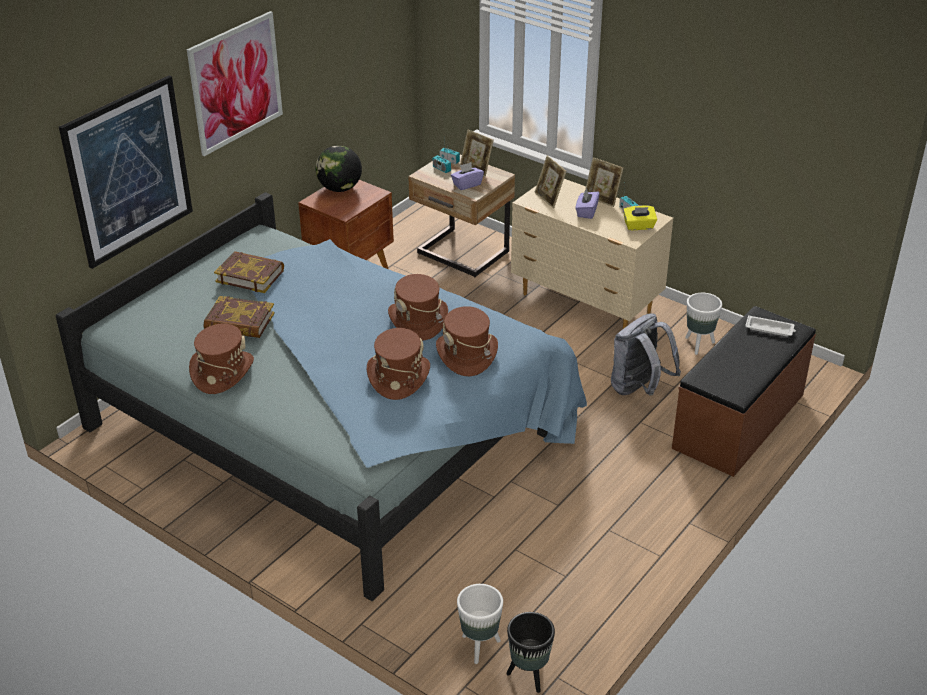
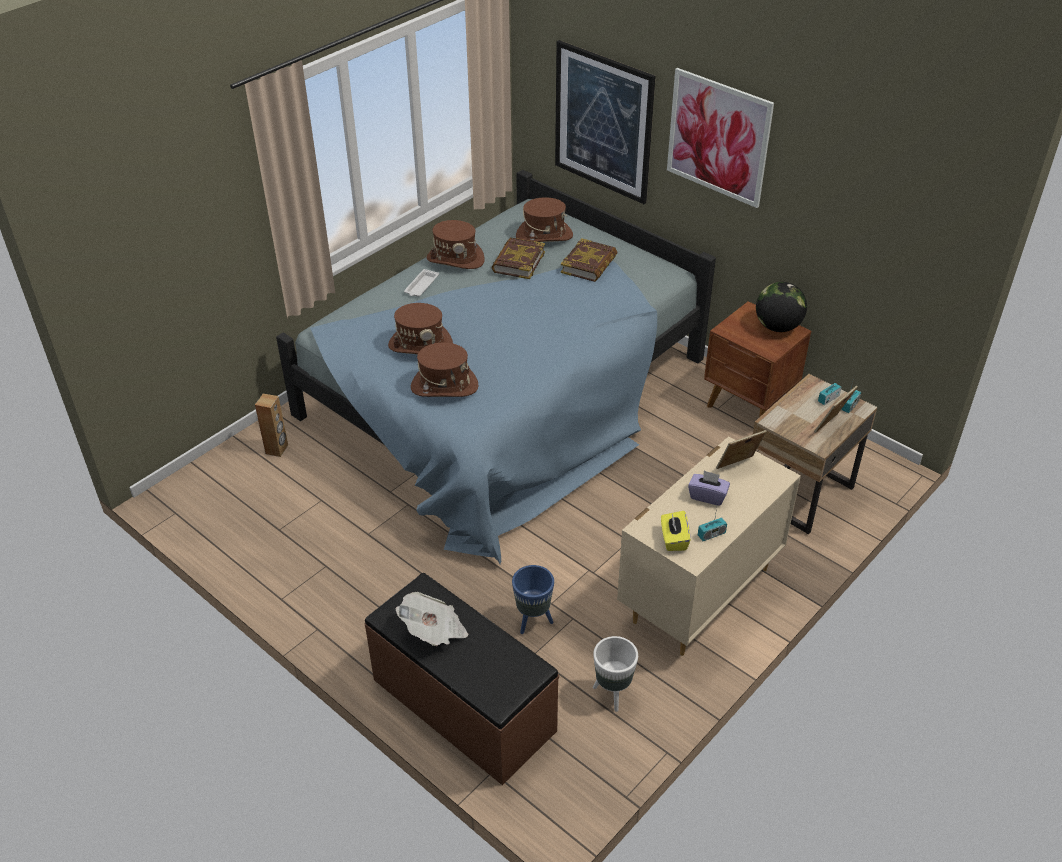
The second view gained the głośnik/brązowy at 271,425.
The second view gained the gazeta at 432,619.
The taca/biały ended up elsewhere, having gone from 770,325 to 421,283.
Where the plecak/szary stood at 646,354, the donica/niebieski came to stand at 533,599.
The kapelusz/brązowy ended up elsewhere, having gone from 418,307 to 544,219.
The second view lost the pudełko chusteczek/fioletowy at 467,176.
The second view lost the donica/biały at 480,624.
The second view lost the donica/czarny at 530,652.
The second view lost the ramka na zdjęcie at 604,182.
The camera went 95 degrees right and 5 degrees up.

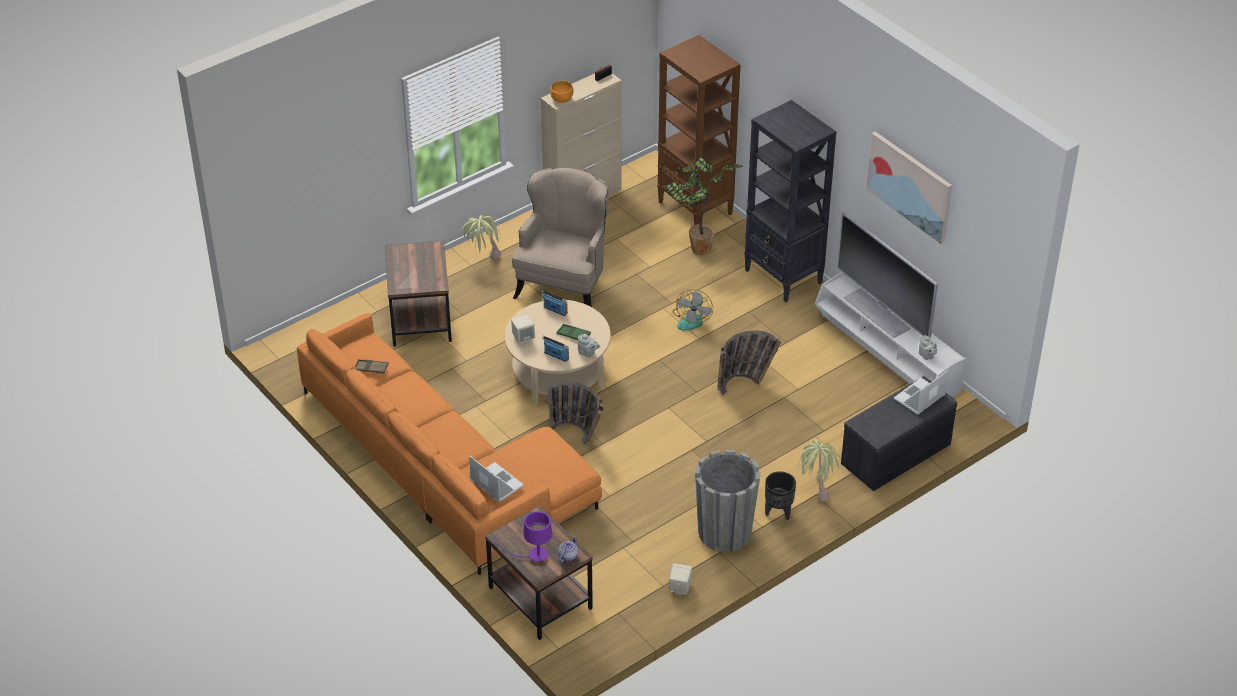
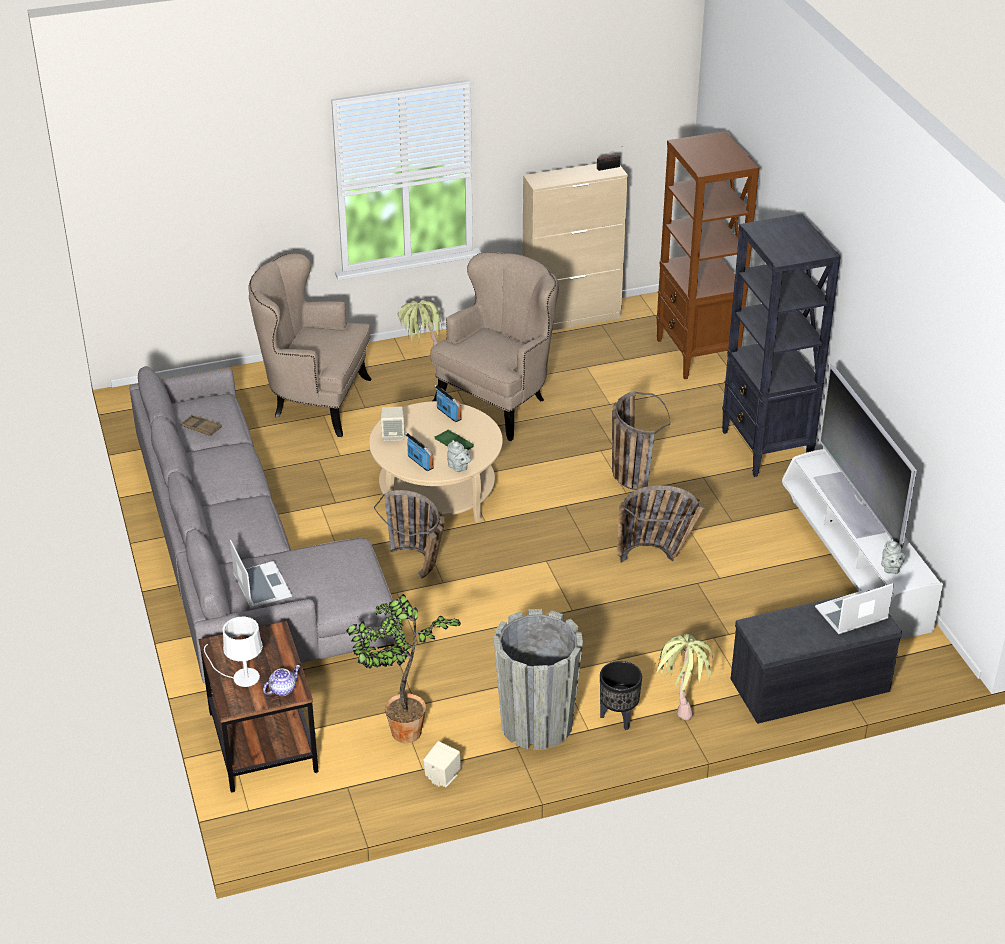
What was the kanapa/pomarańczowy at 449,444 turned into the kanapa/szary at 263,524.
What was the lampa stołowa/fioletowy at 523,536 turned into the lampa stołowa/biały at 233,652.
Where the stolik/brązowy stood at 418,294, the fotel/beżowy came to stand at 310,345.
The roślina doniczkowa ended up elsewhere, having gone from 704,206 to 403,668.
Where the wentylator stood at 692,310, the koszyk came to stand at 641,440.
The second view lost the miska/pomarańczowy at 562,92.
The second view lost the obraz at 909,188.
The camera went 20 degrees right and 5 degrees down.

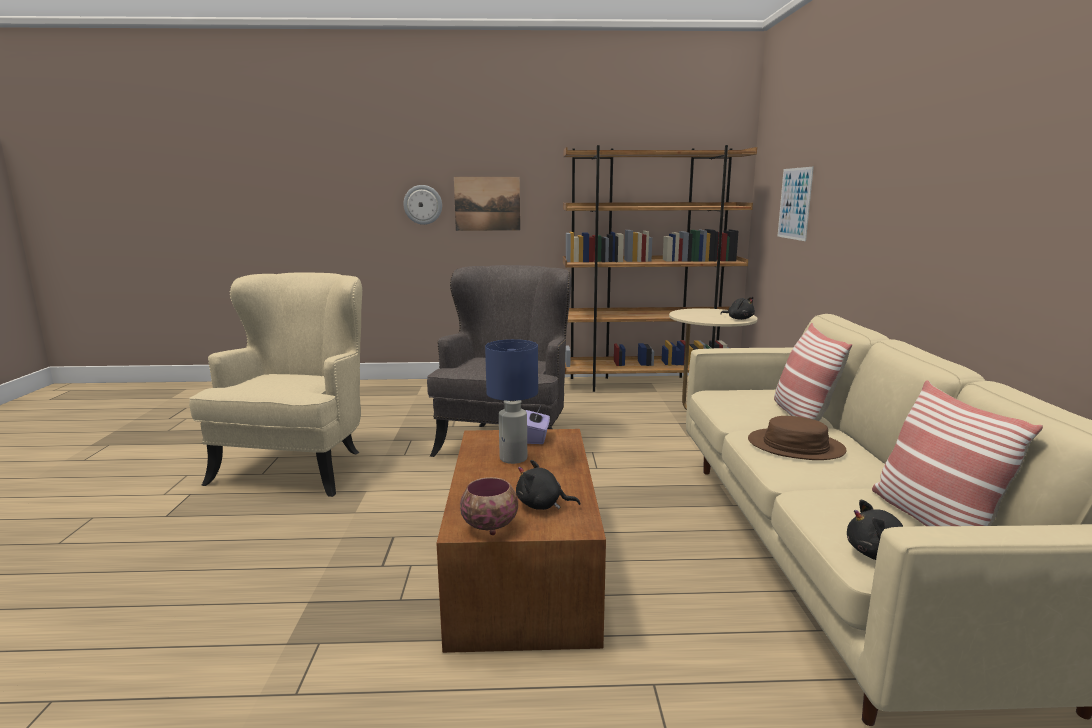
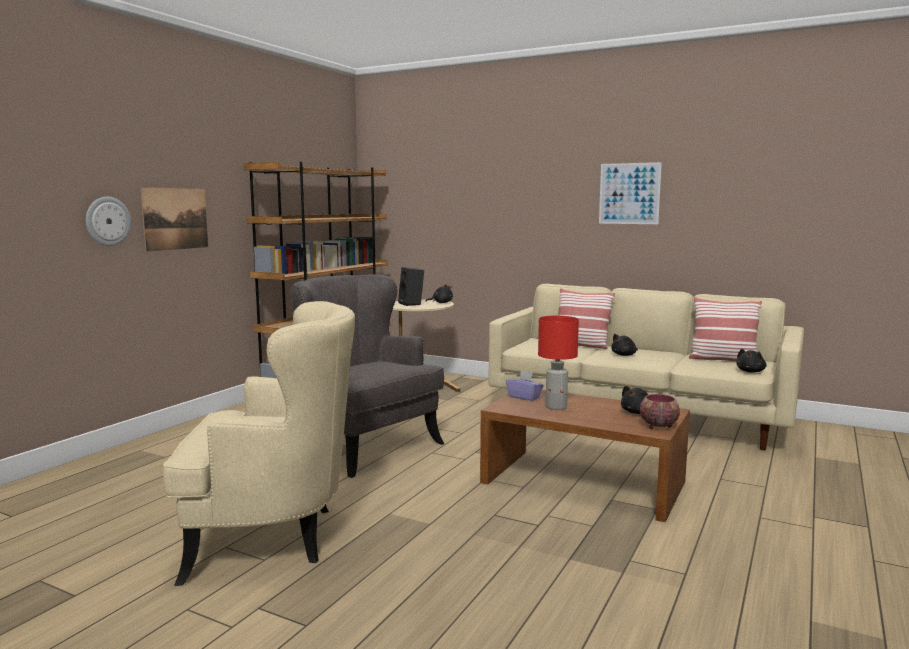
The fotel/beżowy at 275,385 ended up facing another way, 135 degrees clockwise from before.
The second view gained the głośnik/czarny at 411,286.
What was the lampa stołowa/niebieski at 511,401 turned into the lampa stołowa/czerwony at 558,363.
The obraz ended up elsewhere, having gone from 796,204 to 630,193.
Where the kapelusz/brązowy stood at 797,438, the pluszak/czarny came to stand at 624,345.
The camera went 60 degrees left and 5 degrees down.

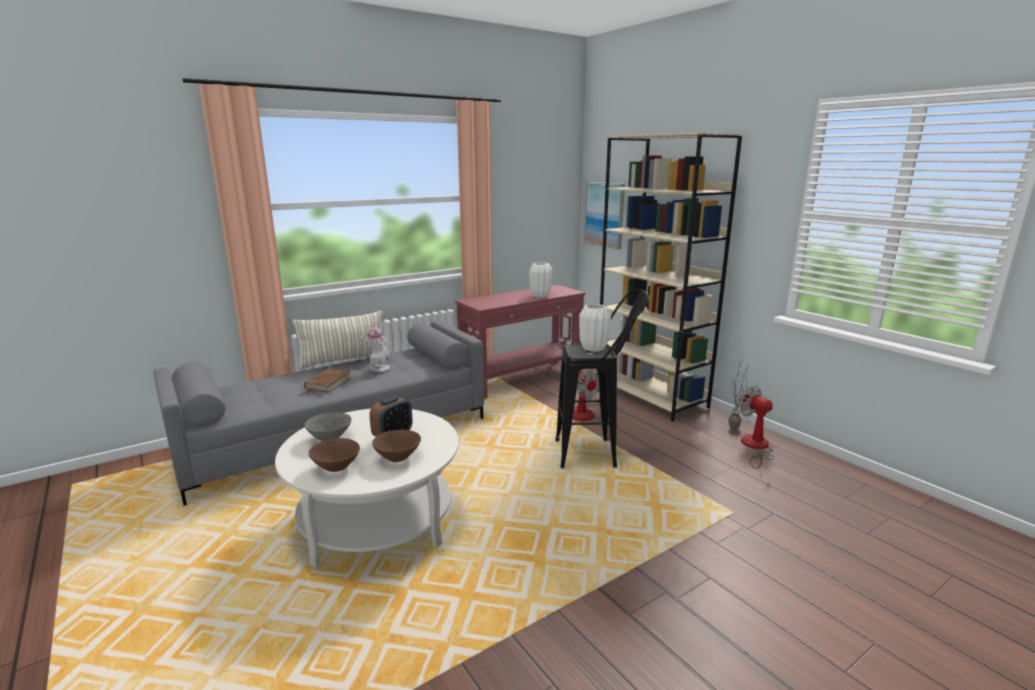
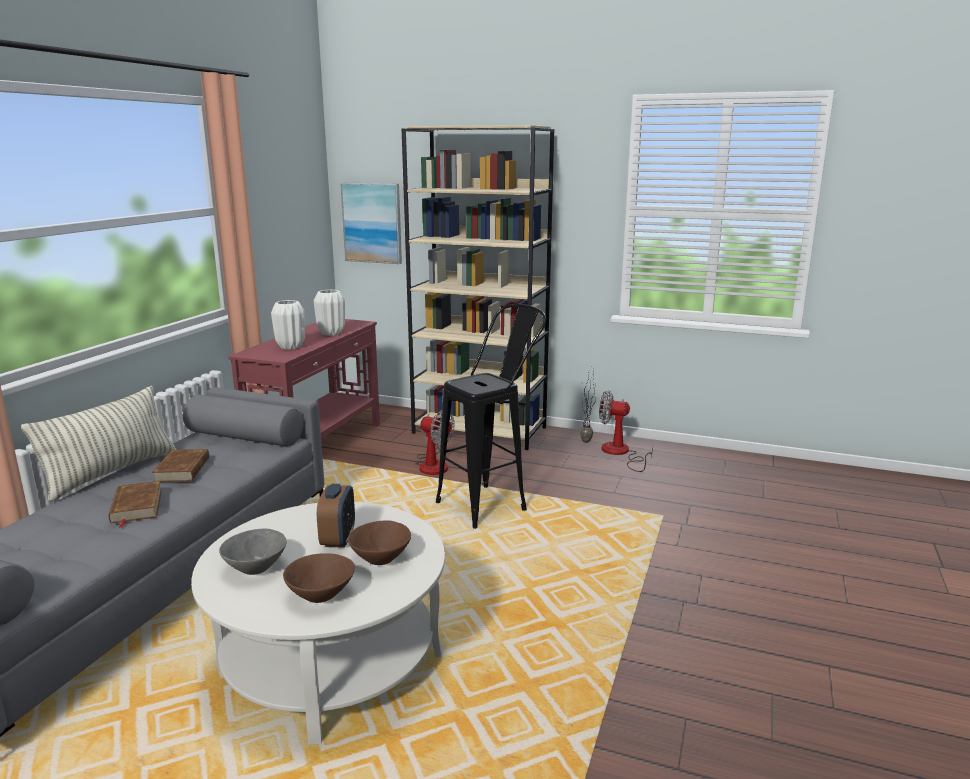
Where the kapelusz stood at 375,349, the książka/brązowy came to stand at 180,465.
The wazon/biały ended up elsewhere, having gone from 595,328 to 288,325.
The camera went 35 degrees left and 0 degrees up.

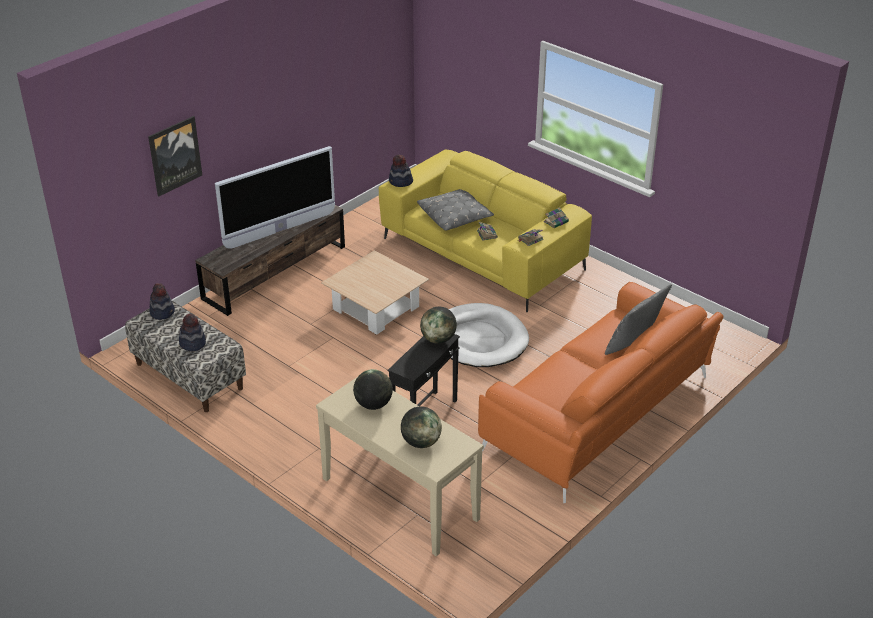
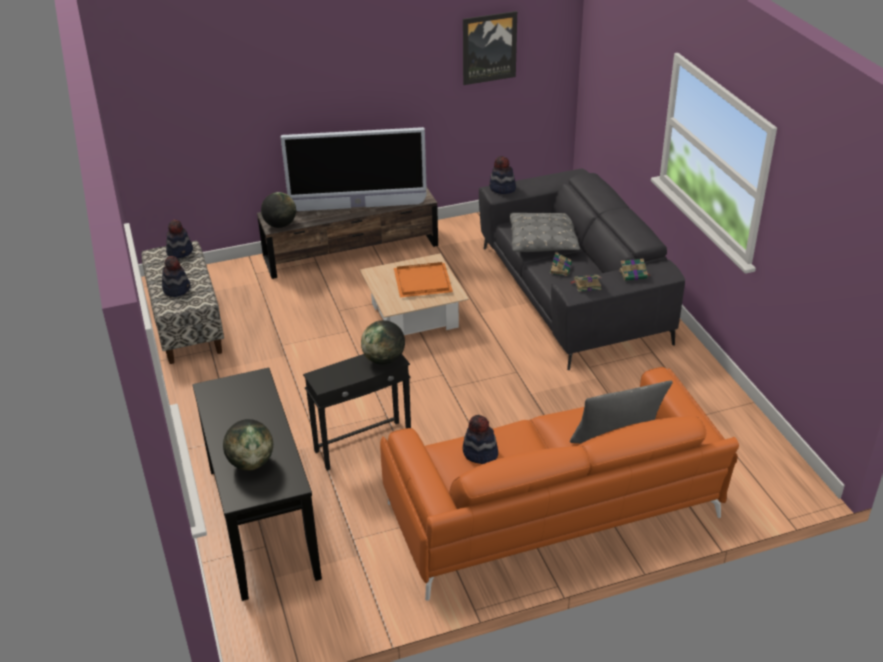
What was the stolik konsolowy/beżowy at 400,467 turned into the stolik konsolowy/czarny at 257,484.
The globus ended up elsewhere, having gone from 373,389 to 278,210.
The second view gained the taca/pomarańczowy at 423,279.
The obraz ended up elsewhere, having gone from 175,156 to 490,48.
The second view gained the kapelusz at 480,439.
What was the kanapa/żółty at 485,231 turned into the kanapa/szary at 582,269.
The second view lost the legowisko/biały at 489,335.
The camera went 30 degrees right and 0 degrees up.

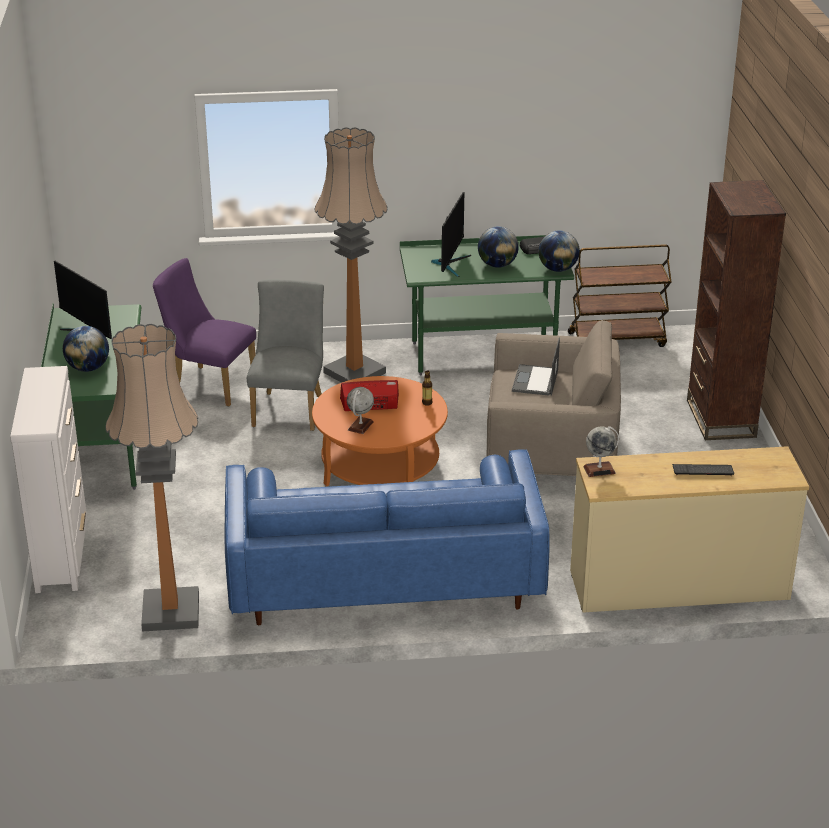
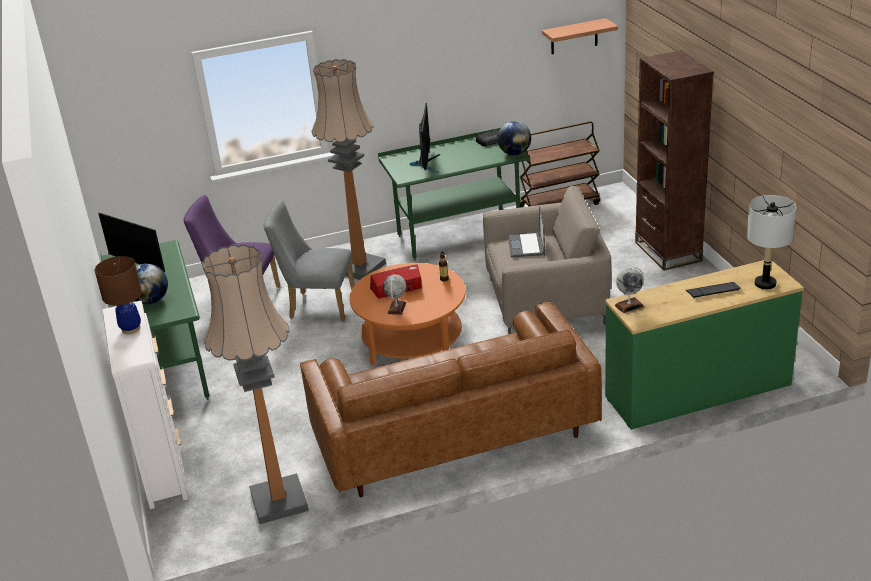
The second view gained the lampa stołowa/brązowy at 118,295.
The krzesło/szary at 285,355 ended up facing another way, 75 degrees counterclockwise from before.
What was the kanapa/niebieski at 387,537 turned into the kanapa/brązowy at 451,399.
The second view gained the półka at 580,36.
What was the komoda/beżowy at 689,529 turned into the komoda/zielony at 704,345.
The second view gained the lampa stołowa/szary at 772,242.
The second view lost the globus at 498,247.
The camera went 10 degrees left and 0 degrees up.

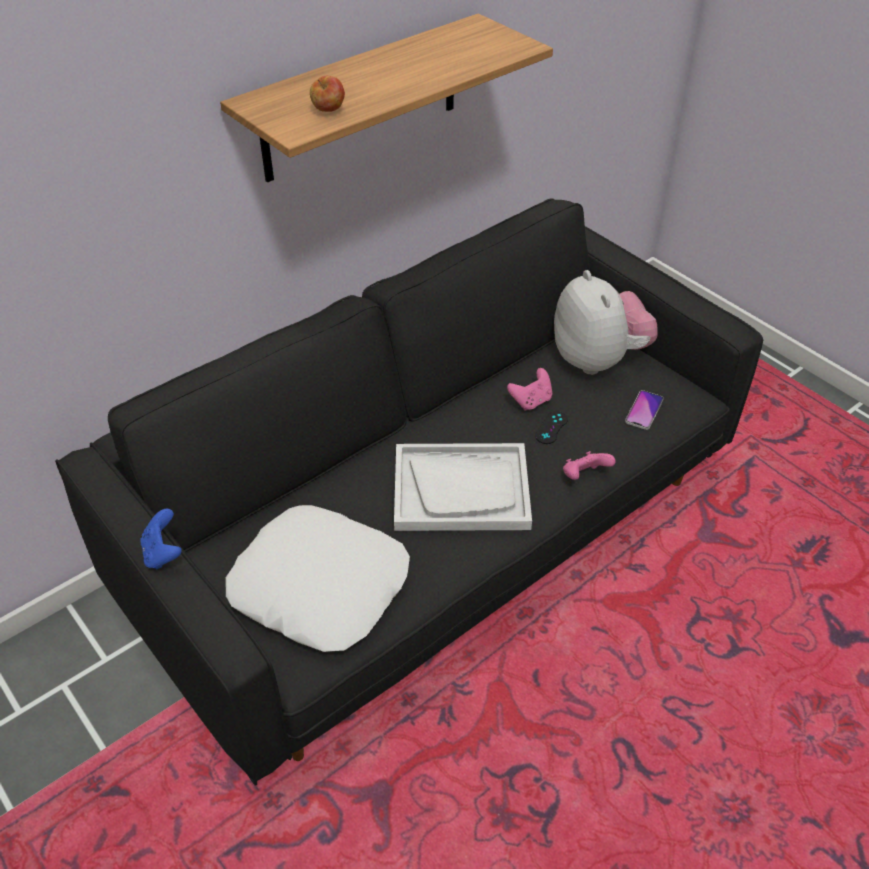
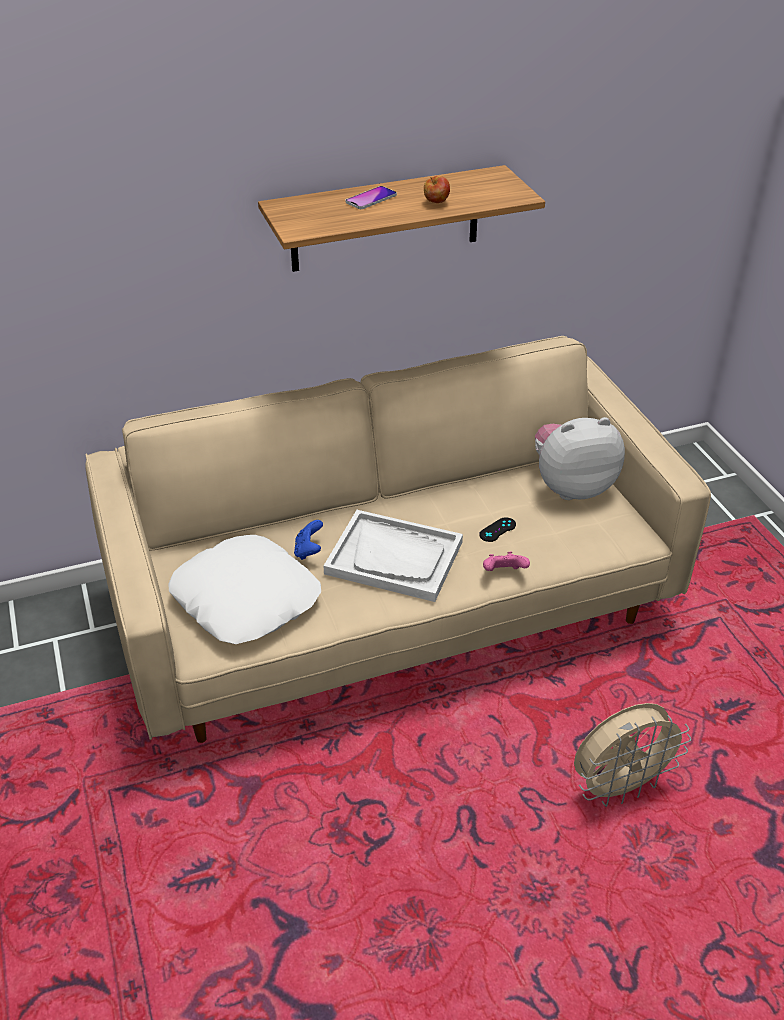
What was the kanapa/czarny at 409,491 turned into the kanapa/beżowy at 398,539.
The pad do gier/niebieski ended up elsewhere, having gone from 160,539 to 308,540.
The telefon ended up elsewhere, having gone from 644,410 to 371,197.
The jabłko ended up elsewhere, having gone from 327,94 to 437,189.
The pluszak at 606,322 ended up facing another way, 105 degrees counterclockwise from before.
The second view gained the wentylator/beżowy at 632,755.
The second view lost the pad do gier/różowy at 529,389.
The camera went 20 degrees right and 5 degrees down.

